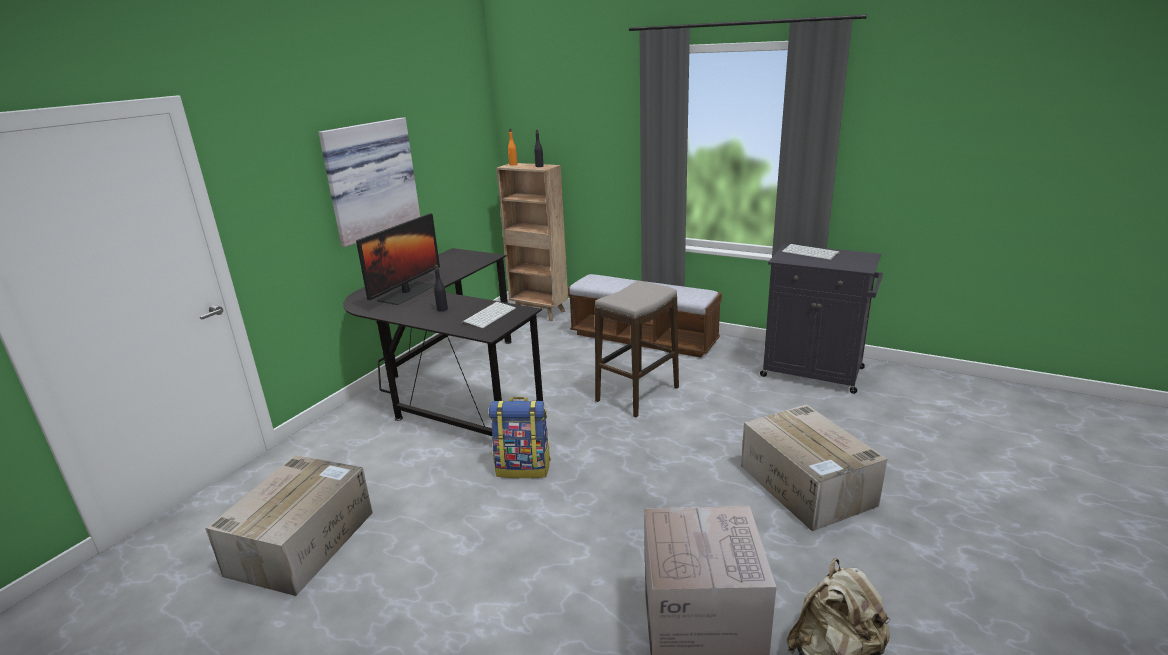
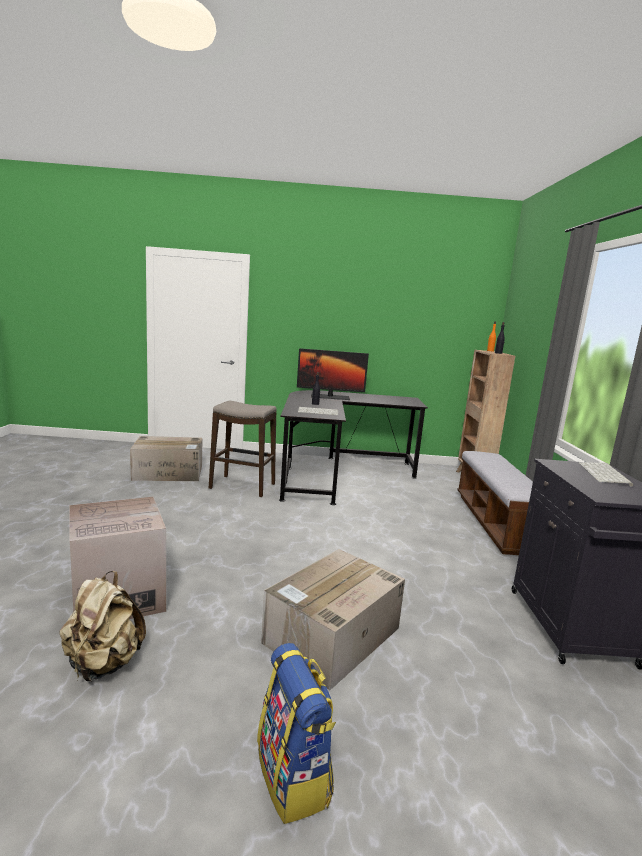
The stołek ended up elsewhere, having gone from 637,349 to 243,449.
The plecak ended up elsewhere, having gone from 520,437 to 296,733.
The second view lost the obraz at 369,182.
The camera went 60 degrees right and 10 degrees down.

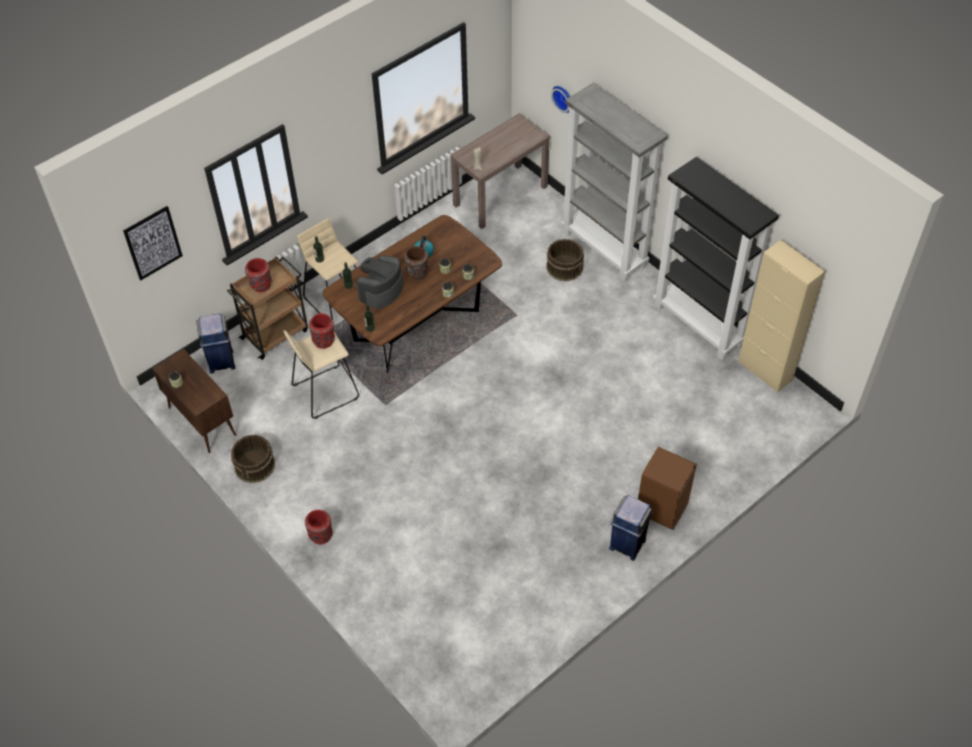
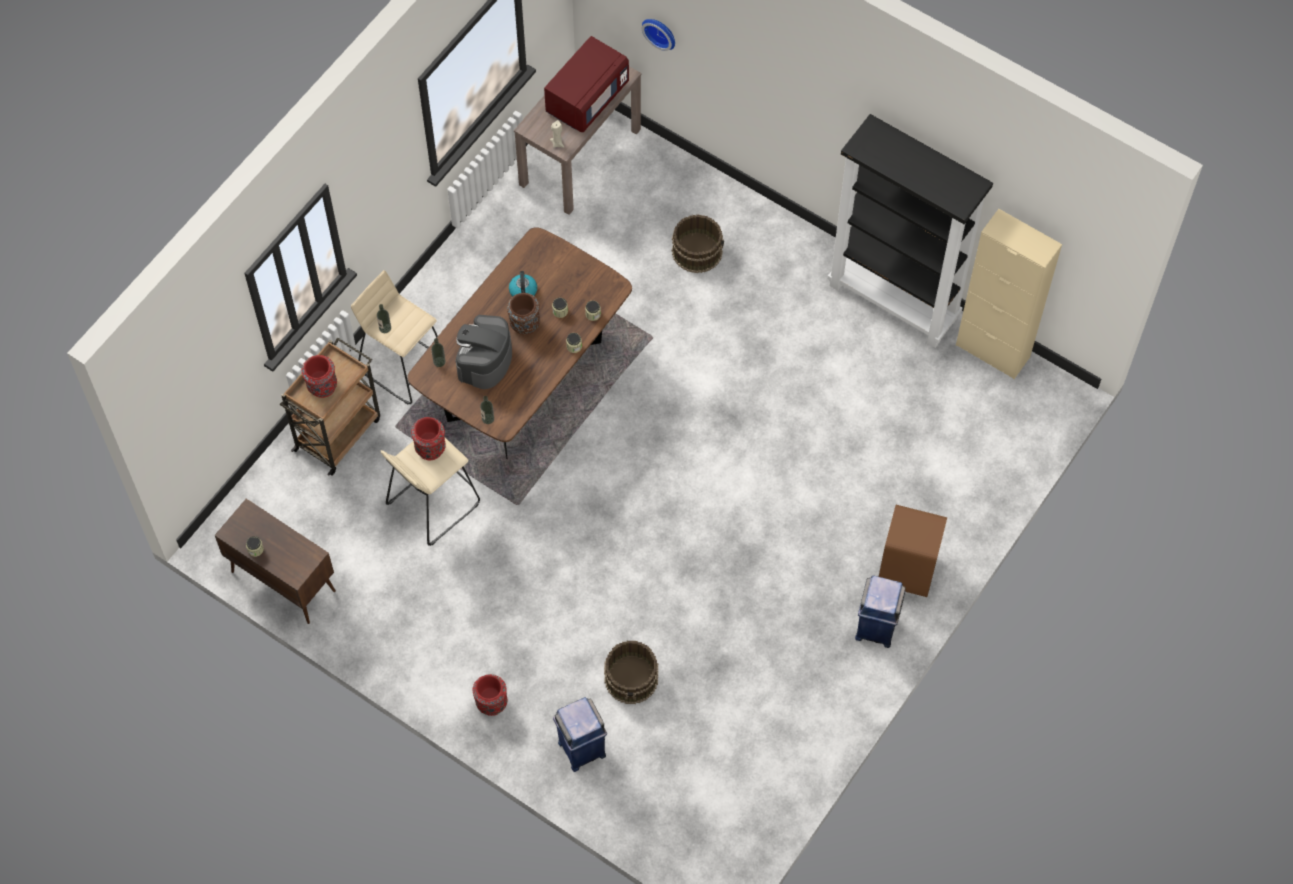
The second view gained the mikrofalówka/czerwony at 586,84.
The kosz na śmieci/niebieski ended up elsewhere, having gone from 215,343 to 580,734.
The wiadro/brązowy ended up elsewhere, having gone from 253,459 to 631,672.
The second view lost the obraz at 153,243.
The second view lost the regał/szary at 614,182.
The camera went 15 degrees left and 10 degrees up.

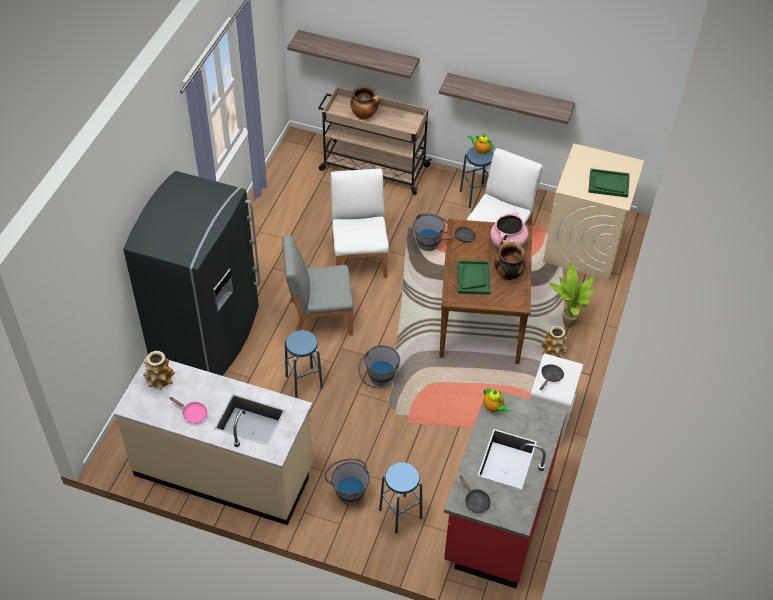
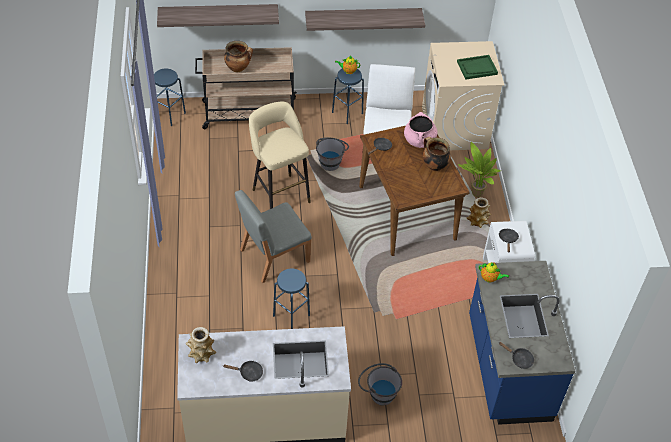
The stołek/niebieski ended up elsewhere, having gone from 400,497 to 170,97.
What was the patelnia/różowy at 189,410 turned into the patelnia/czarny at 243,371.
Where the krzesło/biały stood at 360,223, the stołek/beżowy came to stand at 280,155.
What was the zabudowa kuchenna/czerwony at 505,488 turned into the zabudowa kuchenna/niebieski at 522,343.
The second view lost the lodówka/szary at 191,273.
The second view lost the wiadro/szary at 379,366.
The second view lost the taca/zielony at 474,277.
The camera went 25 degrees left and 0 degrees up.

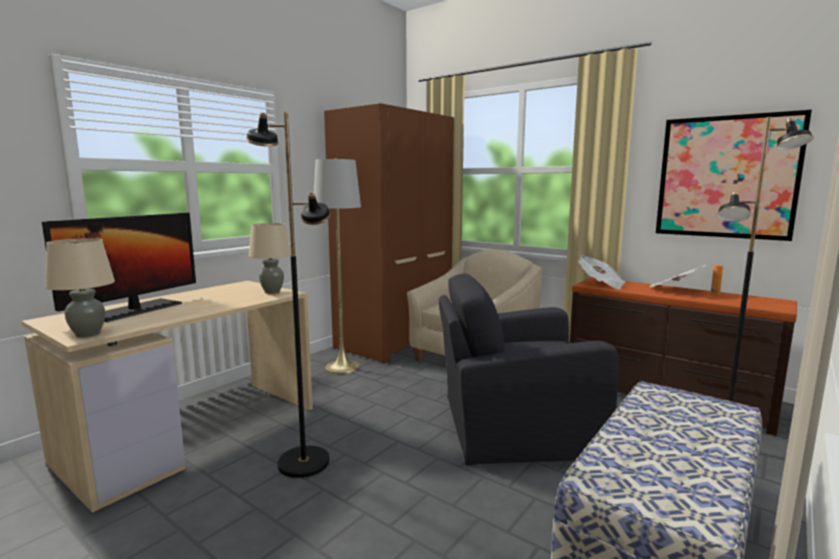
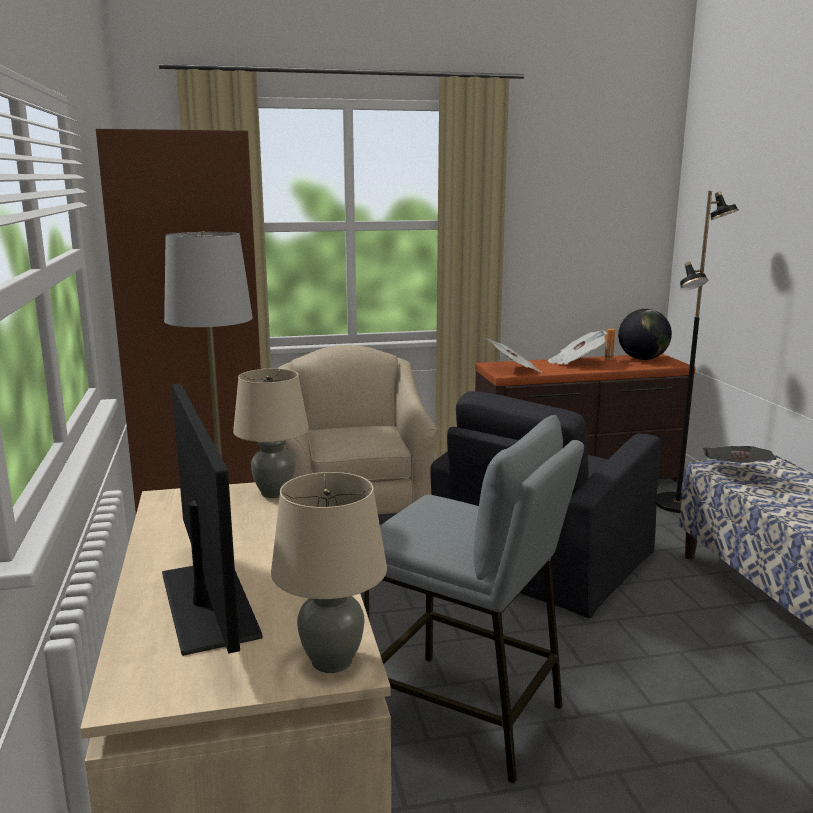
Where the lampa stojąca/czarny stood at 288,295, the stołek/szary came to stand at 472,599.
The second view gained the globus at 645,334.
The second view gained the gazeta at 739,454.
The second view lost the obraz at 734,175.
The camera went 50 degrees left and 5 degrees up.

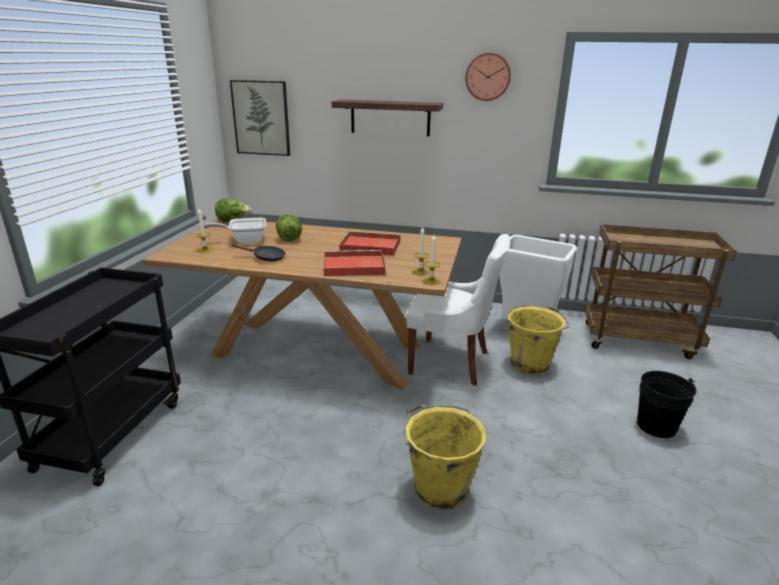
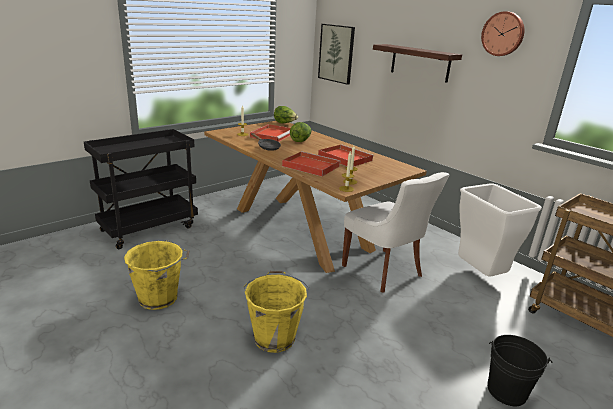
The wiadro/żółty ended up elsewhere, having gone from 538,340 to 157,275.
Where the patelnia stood at 234,230, the taca/czerwony came to stand at 270,133.
The camera went 35 degrees right and 0 degrees up.

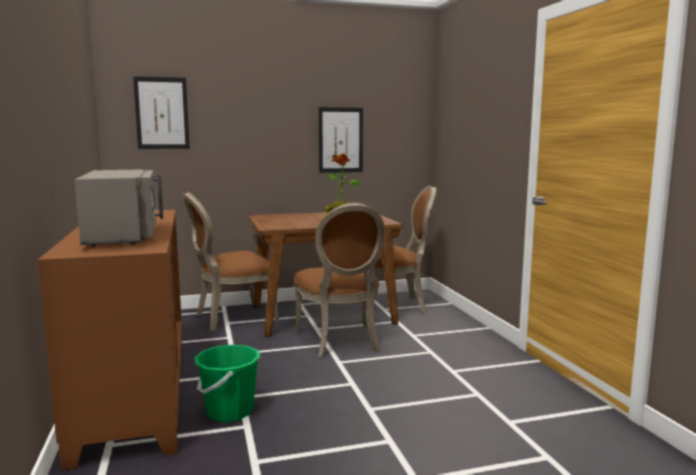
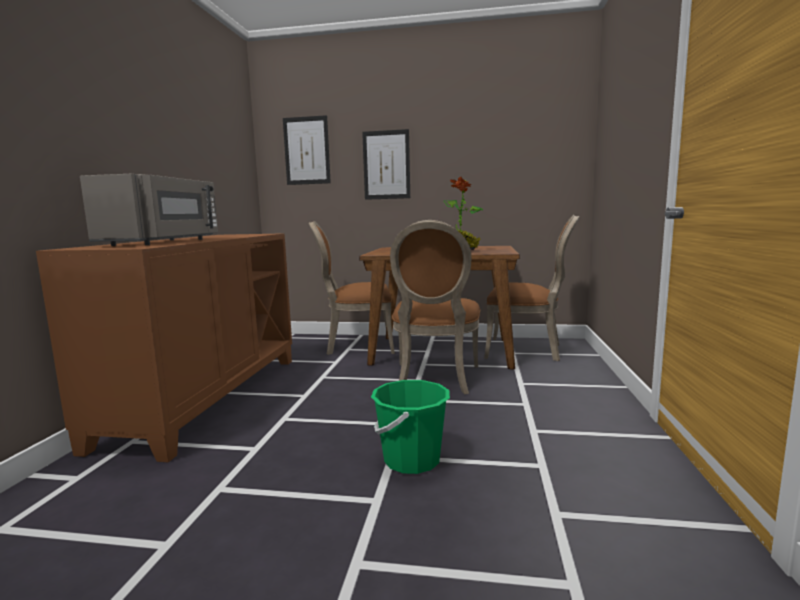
The obraz ended up elsewhere, having gone from 341,140 to 386,164.
The wiadro/zielony ended up elsewhere, having gone from 227,383 to 410,427.
The camera went 25 degrees right and 0 degrees up.

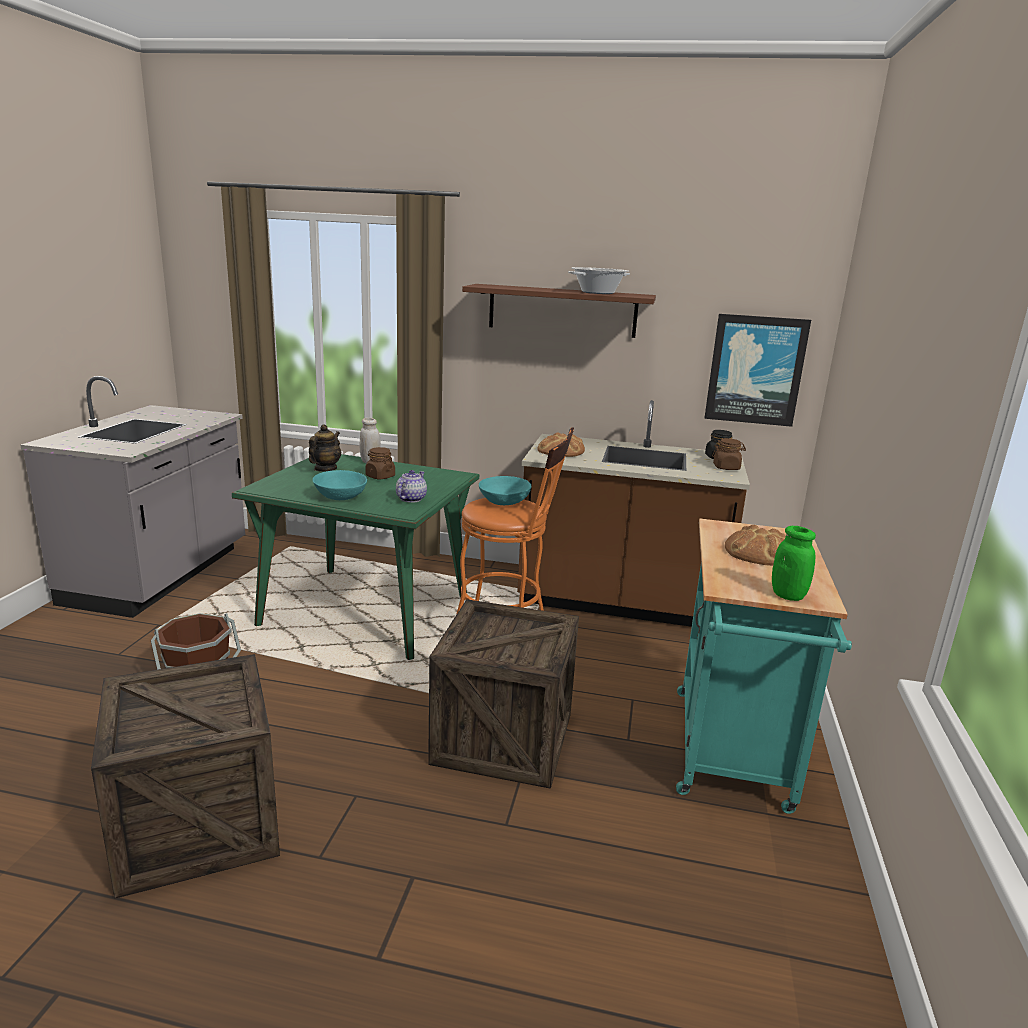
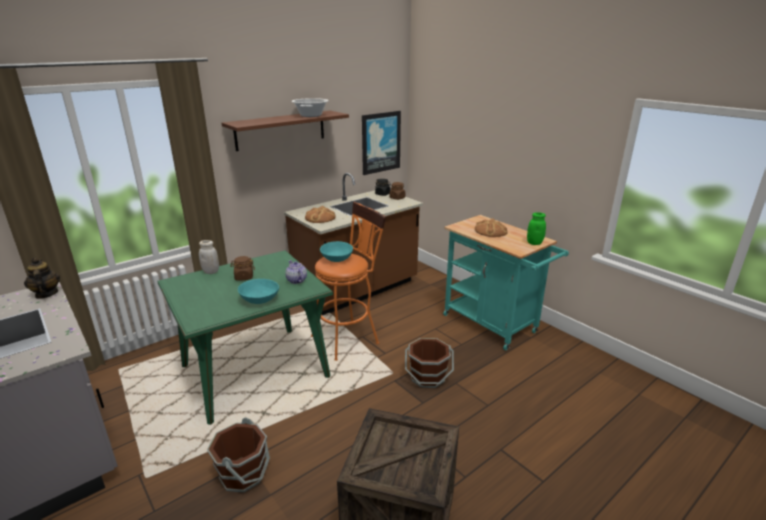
The imbryk ended up elsewhere, having gone from 325,447 to 42,278.
Where the skrzynka stood at 503,694, the wiadro/brązowy came to stand at 429,363.
The camera went 50 degrees left and 5 degrees up.

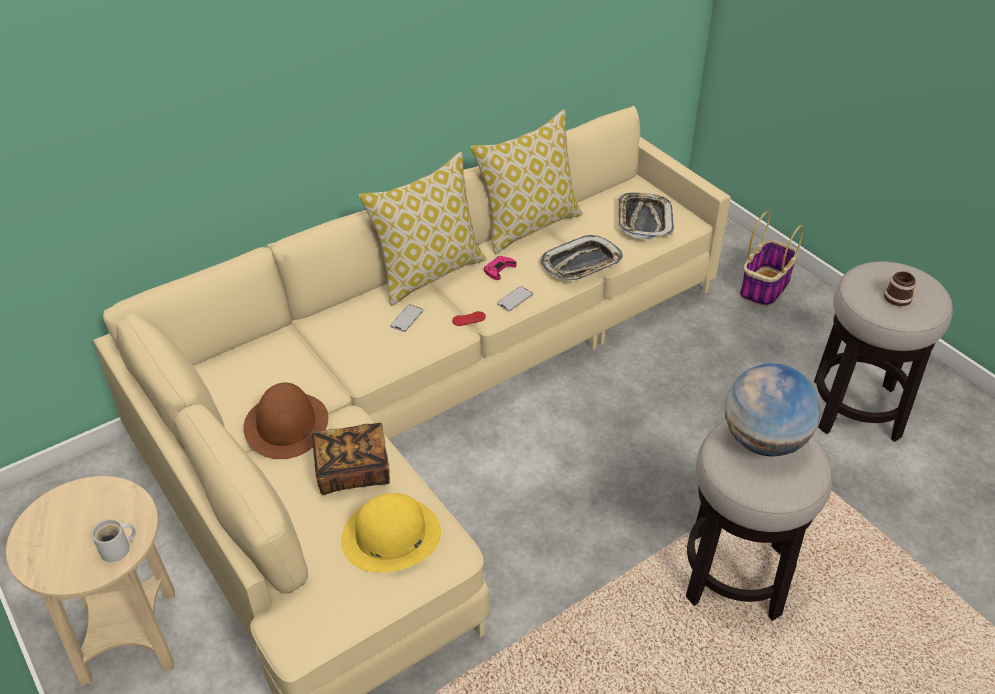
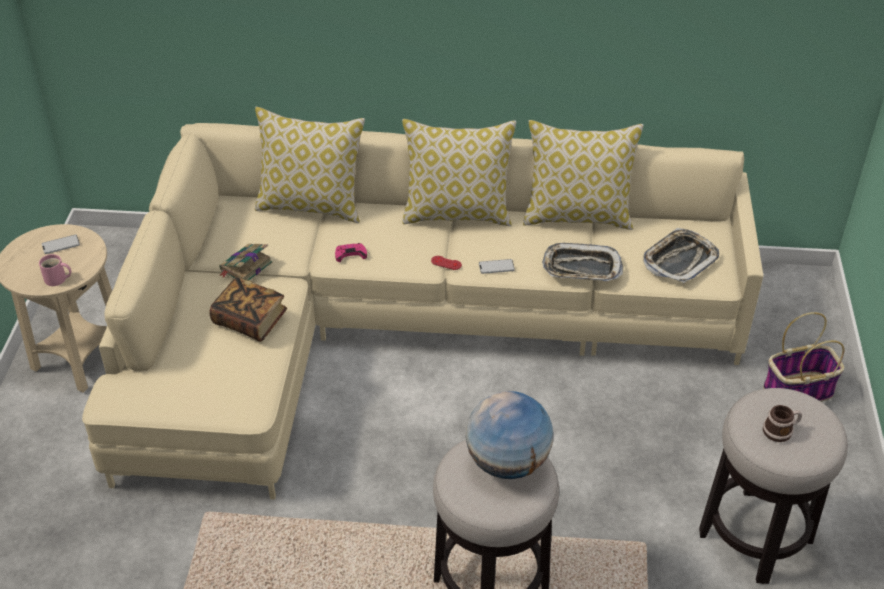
What was the kubek/biały at 114,540 turned into the kubek/różowy at 55,270.
The telefon ended up elsewhere, having gone from 406,318 to 61,244.
Where the kapelusz/brązowy stood at 286,420, the książka came to stand at 246,262.
The second view gained the poduszka at 310,165.
The pad do gier/różowy ended up elsewhere, having gone from 500,268 to 351,252.
The second view lost the kapelusz/żółty at 391,533.
The camera went 40 degrees right and 0 degrees up.

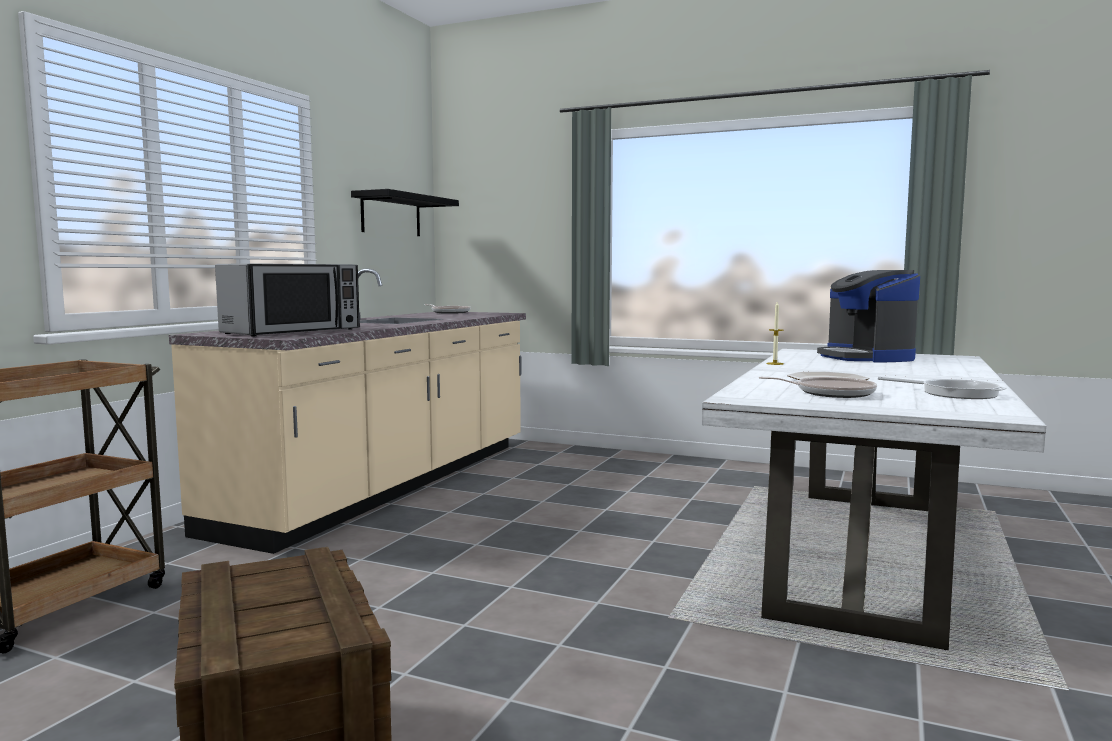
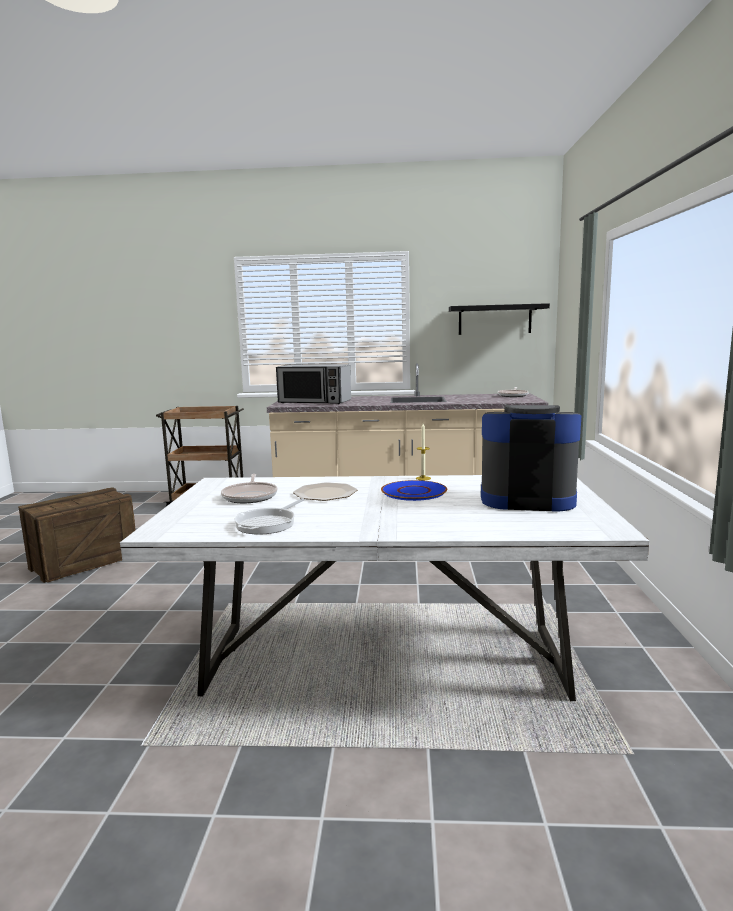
The second view gained the talerz/niebieski at 414,490.
The ekspres do kawy at 868,316 ended up facing another way, 45 degrees clockwise from before.
The camera went 70 degrees right and 5 degrees up.

